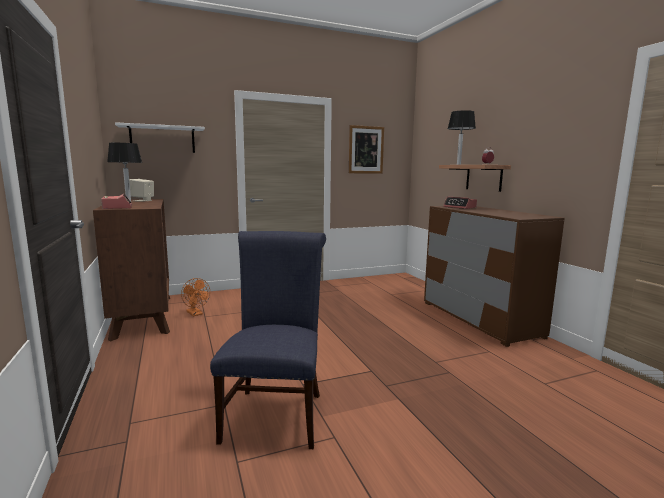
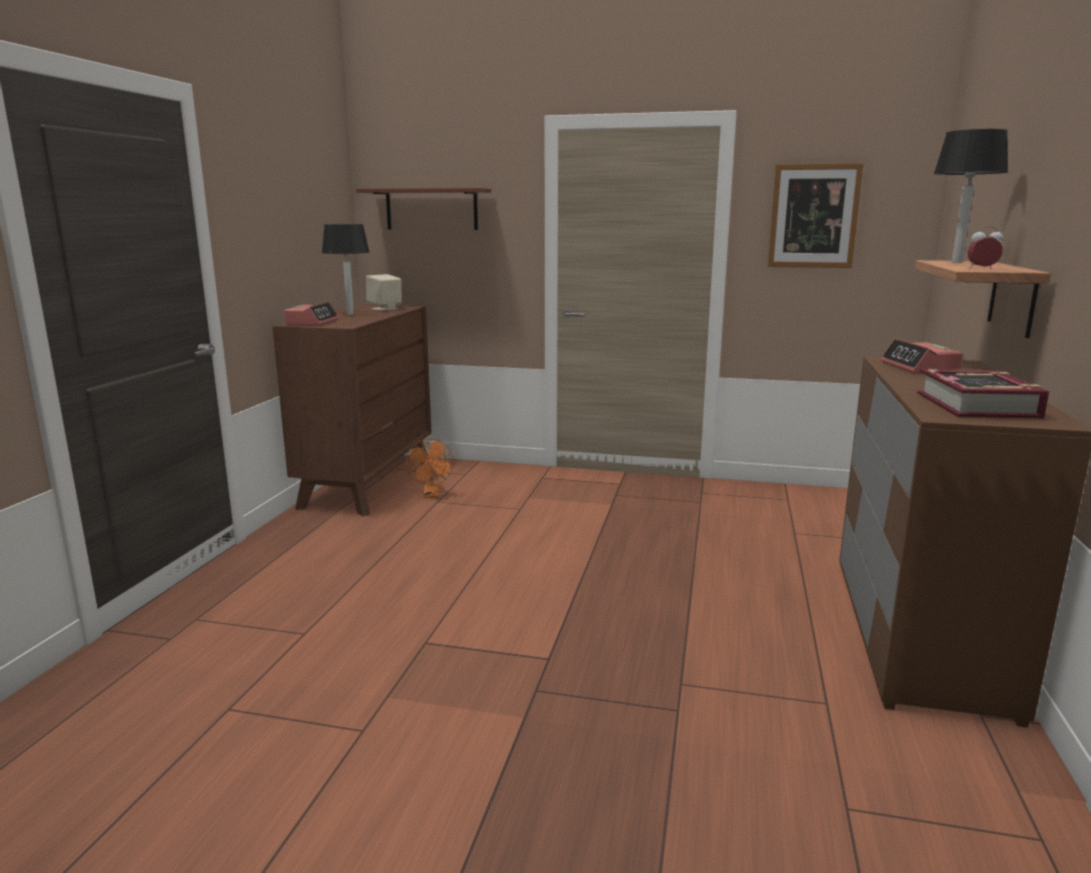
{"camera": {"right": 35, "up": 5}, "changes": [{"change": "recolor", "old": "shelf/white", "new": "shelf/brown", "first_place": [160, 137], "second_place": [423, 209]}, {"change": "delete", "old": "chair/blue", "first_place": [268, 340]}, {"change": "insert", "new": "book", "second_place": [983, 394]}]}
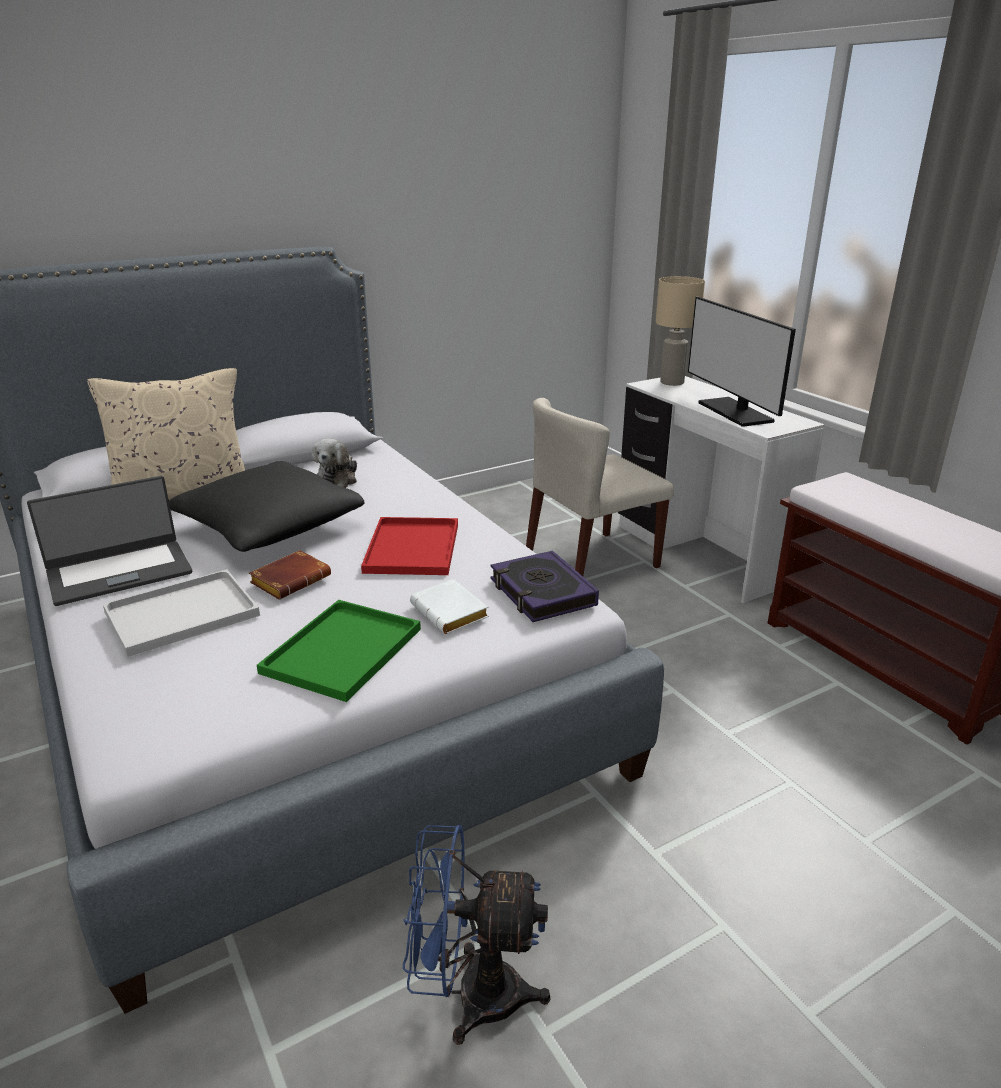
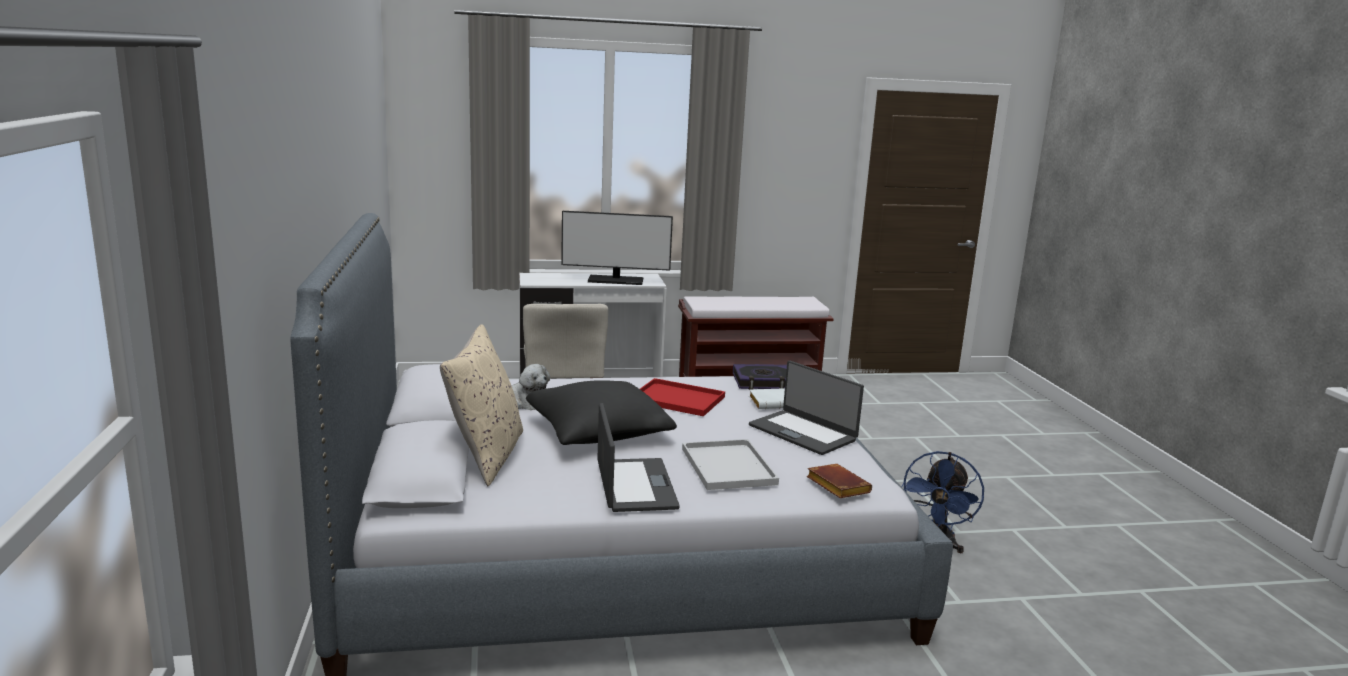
{"camera": {"right": -70, "up": -10}, "changes": [{"change": "move", "old": "book/brown", "first_place": [290, 575], "second_place": [839, 481]}, {"change": "replace", "old": "tray/green", "new": "laptop", "first_place": [339, 651], "second_place": [806, 408]}, {"change": "delete", "old": "table lamp/beige", "first_place": [680, 331]}]}
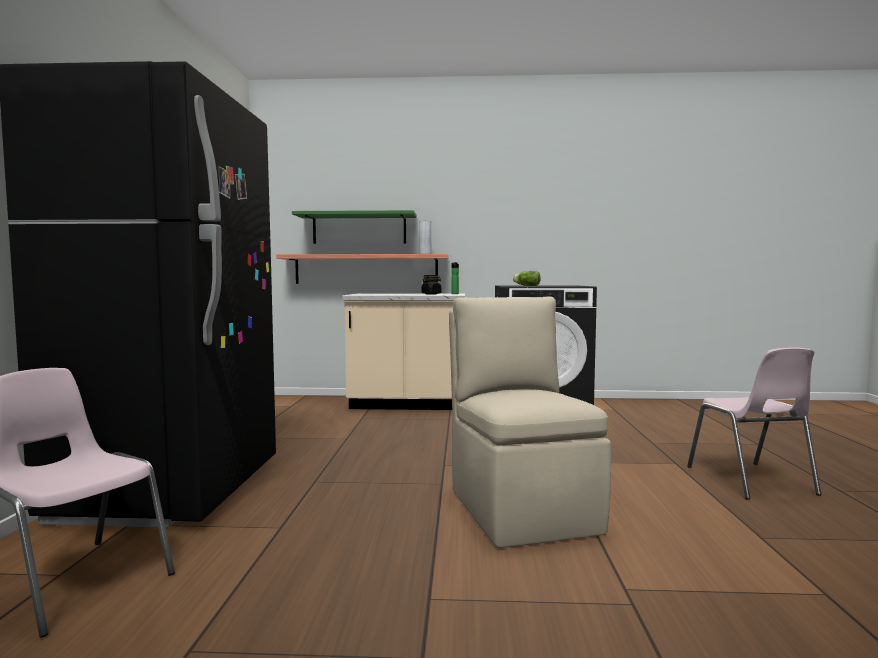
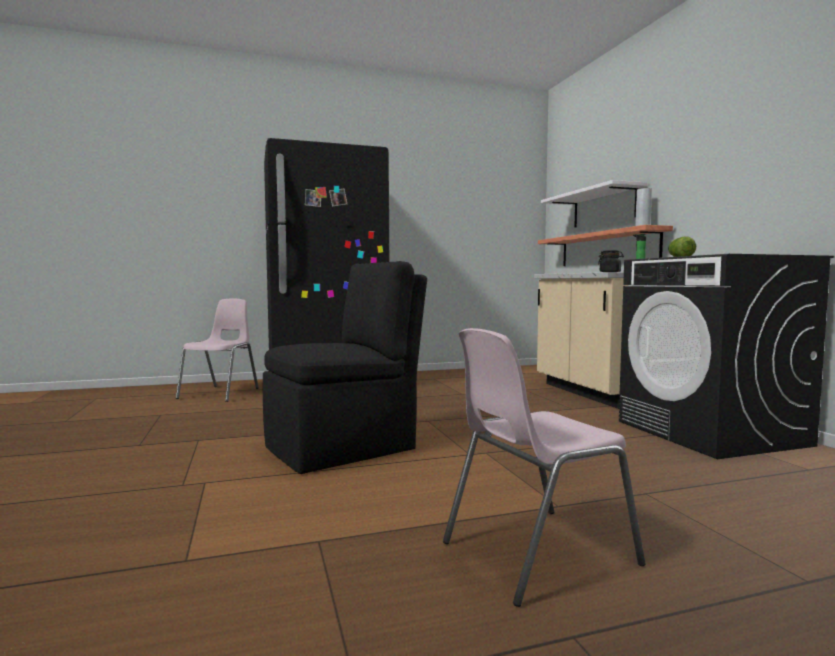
{"camera": {"right": 70, "up": 0}, "changes": [{"change": "recolor", "old": "shelf/green", "new": "shelf/white", "first_place": [354, 227], "second_place": [594, 204]}, {"change": "recolor", "old": "chair/beige", "new": "chair/black", "first_place": [530, 422], "second_place": [345, 367]}]}
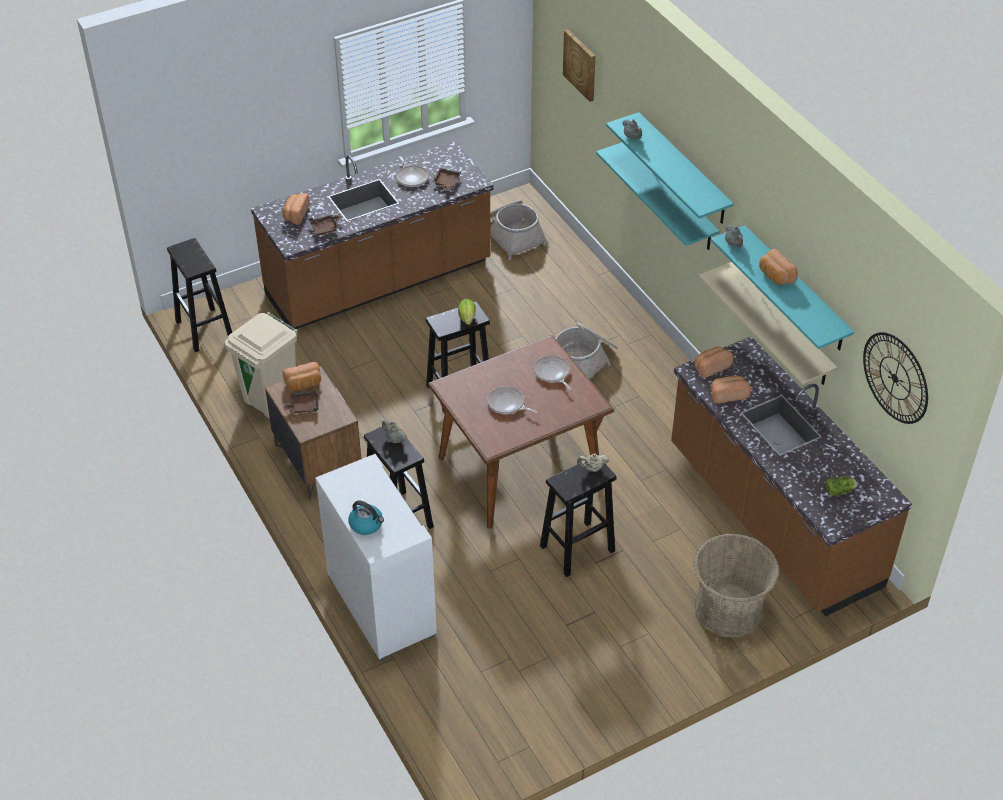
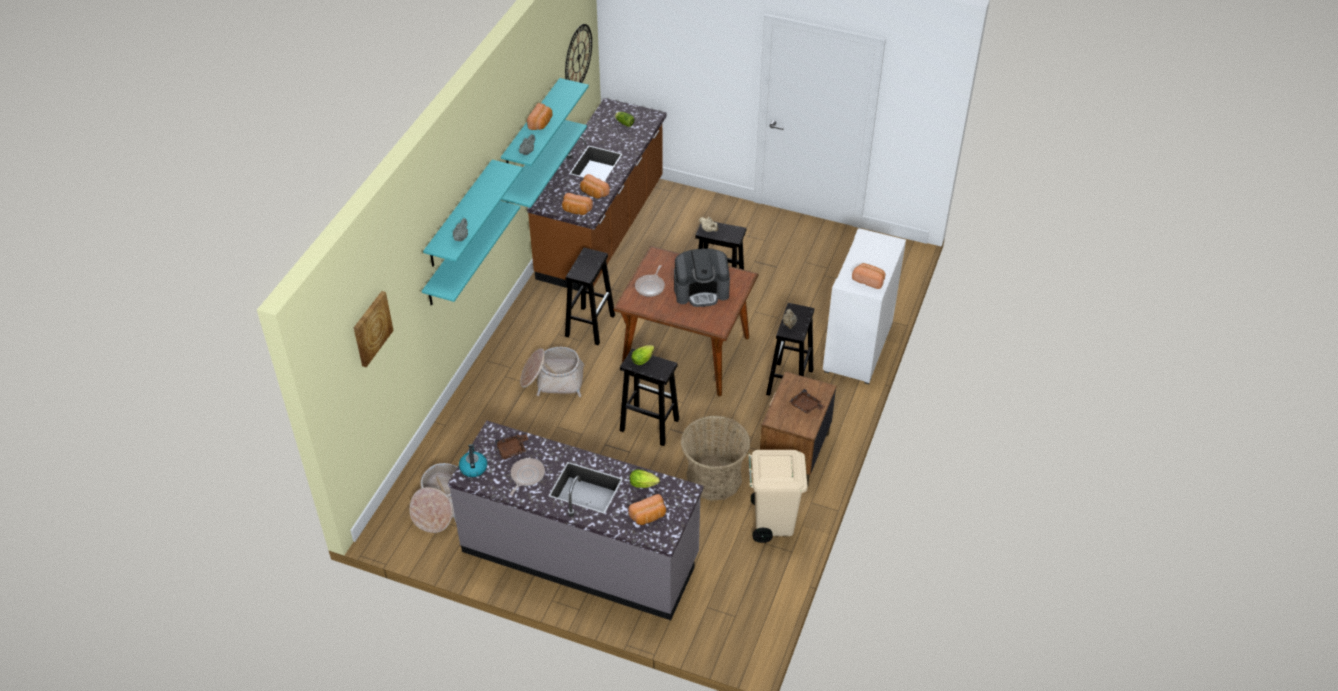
{"camera": {"right": -130, "up": 0}, "changes": [{"change": "move", "old": "stool/black", "first_place": [199, 295], "second_place": [590, 296]}, {"change": "recolor", "old": "counter/brown", "new": "counter/grey", "first_place": [372, 235], "second_place": [575, 520]}, {"change": "move", "old": "bread", "first_place": [302, 376], "second_place": [868, 276]}, {"change": "replace", "old": "tray/brown", "new": "lettuce", "first_place": [325, 225], "second_place": [645, 478]}, {"change": "move", "old": "kettle", "first_place": [366, 517], "second_place": [473, 460]}, {"change": "replace", "old": "frying pan", "new": "coffee machine", "first_place": [512, 400], "second_place": [702, 277]}, {"change": "move", "old": "basket", "first_place": [736, 586], "second_place": [715, 458]}, {"change": "recolor", "old": "shelf/beige", "new": "shelf/turquoise", "first_place": [768, 323], "second_place": [544, 164]}]}
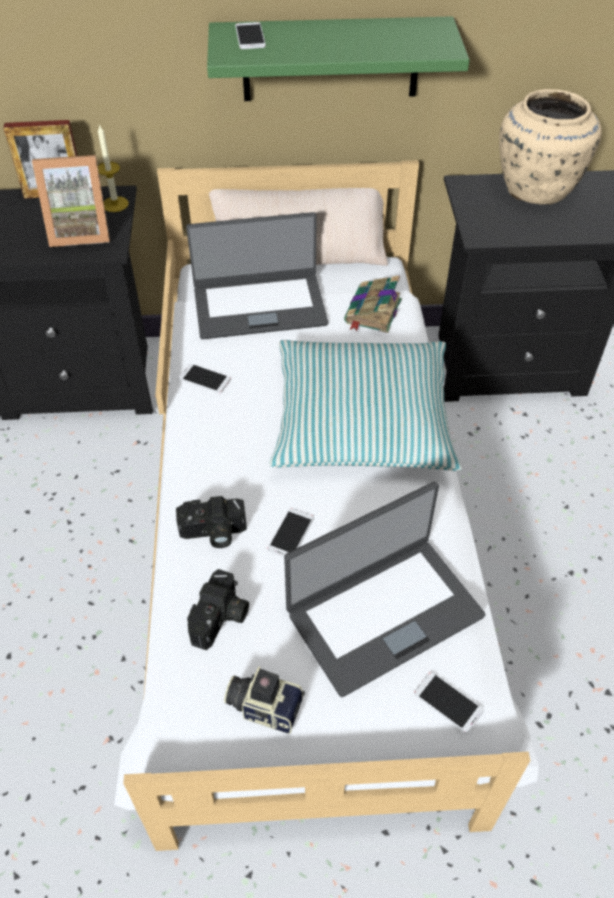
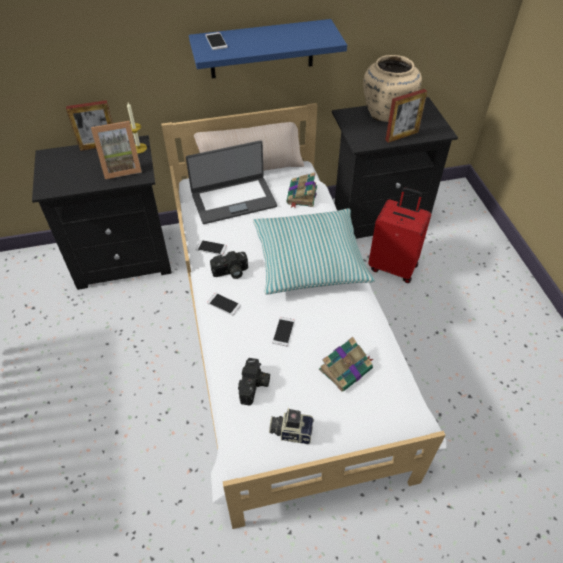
{"camera": {"right": -10, "up": 0}, "changes": [{"change": "move", "old": "photo camera", "first_place": [211, 522], "second_place": [229, 265]}, {"change": "recolor", "old": "shelf/green", "new": "shelf/blue", "first_place": [338, 58], "second_place": [268, 49]}, {"change": "replace", "old": "laptop", "new": "book", "first_place": [384, 589], "second_place": [346, 364]}, {"change": "move", "old": "phone", "first_place": [448, 702], "second_place": [224, 304]}, {"change": "insert", "new": "suitcase/red", "second_place": [399, 235]}, {"change": "insert", "new": "picture frame", "second_place": [406, 116]}]}
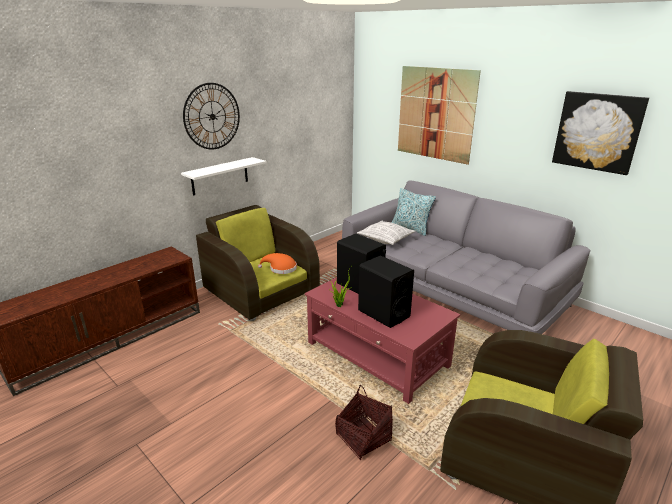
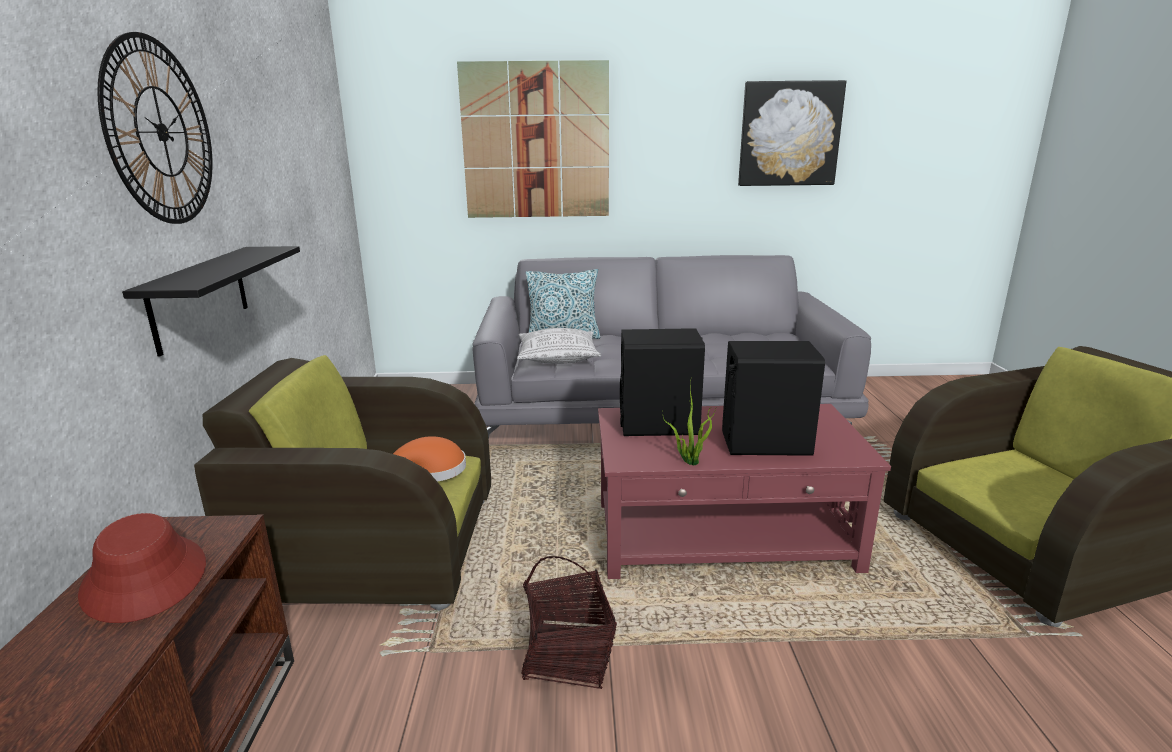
{"camera": {"right": -45, "up": -5}, "changes": [{"change": "recolor", "old": "shelf/white", "new": "shelf/black", "first_place": [223, 176], "second_place": [211, 301]}, {"change": "move", "old": "basket", "first_place": [364, 422], "second_place": [569, 622]}, {"change": "insert", "new": "hat/red", "second_place": [142, 568]}]}
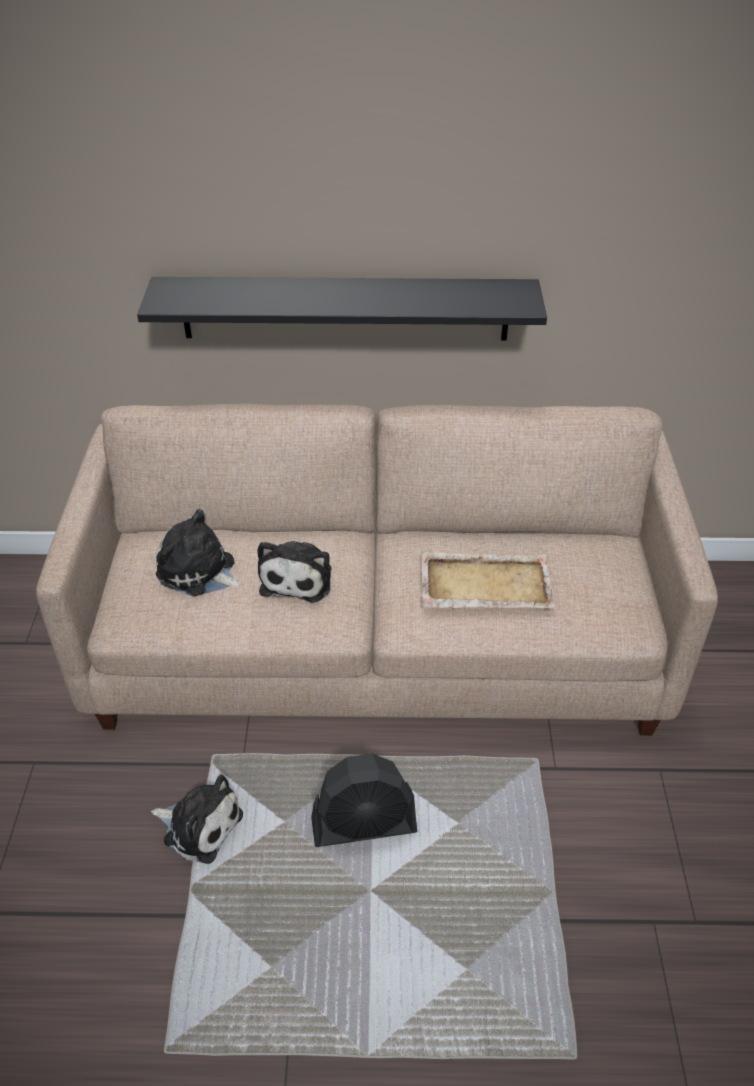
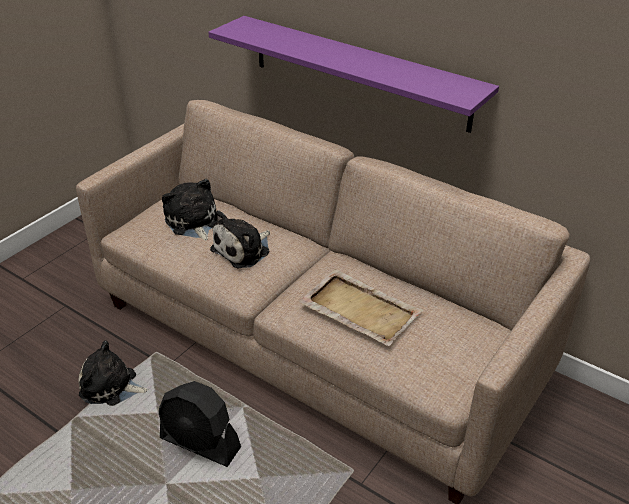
{"camera": {"right": 35, "up": -5}, "changes": [{"change": "recolor", "old": "shelf/black", "new": "shelf/purple", "first_place": [342, 309], "second_place": [353, 74]}, {"change": "rotate", "old": "plush toy", "first_place": [197, 819], "second_place": [113, 373], "degrees": 135}]}
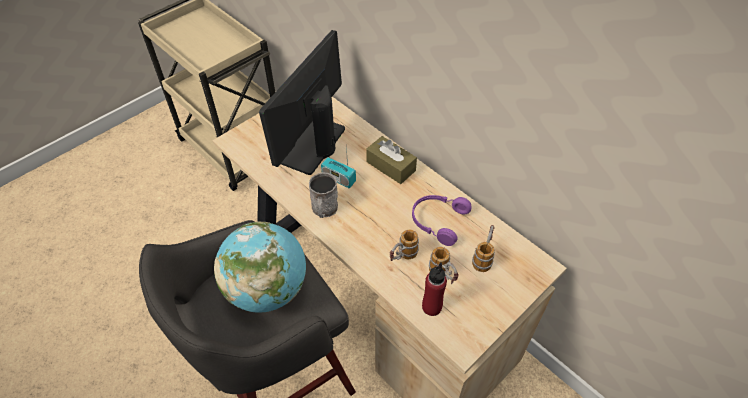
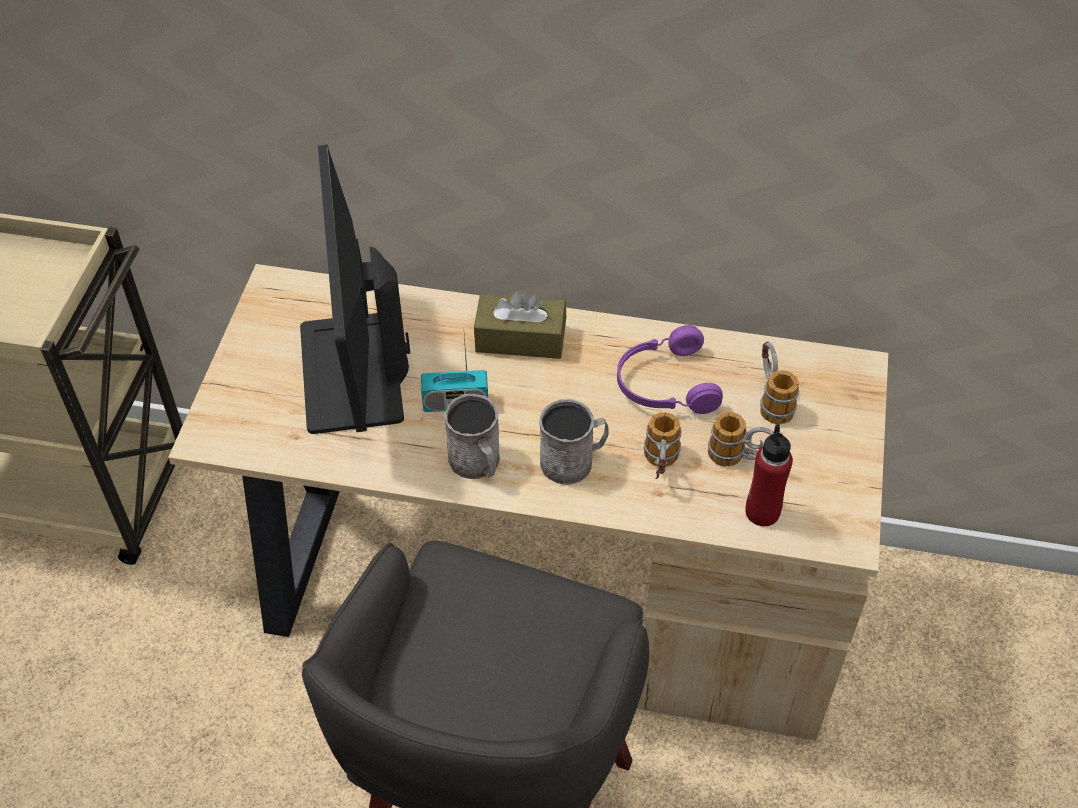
{"camera": {"right": -35, "up": 0}, "changes": [{"change": "delete", "old": "globe", "first_place": [260, 267]}, {"change": "insert", "new": "mug/grey", "second_place": [574, 442]}]}
